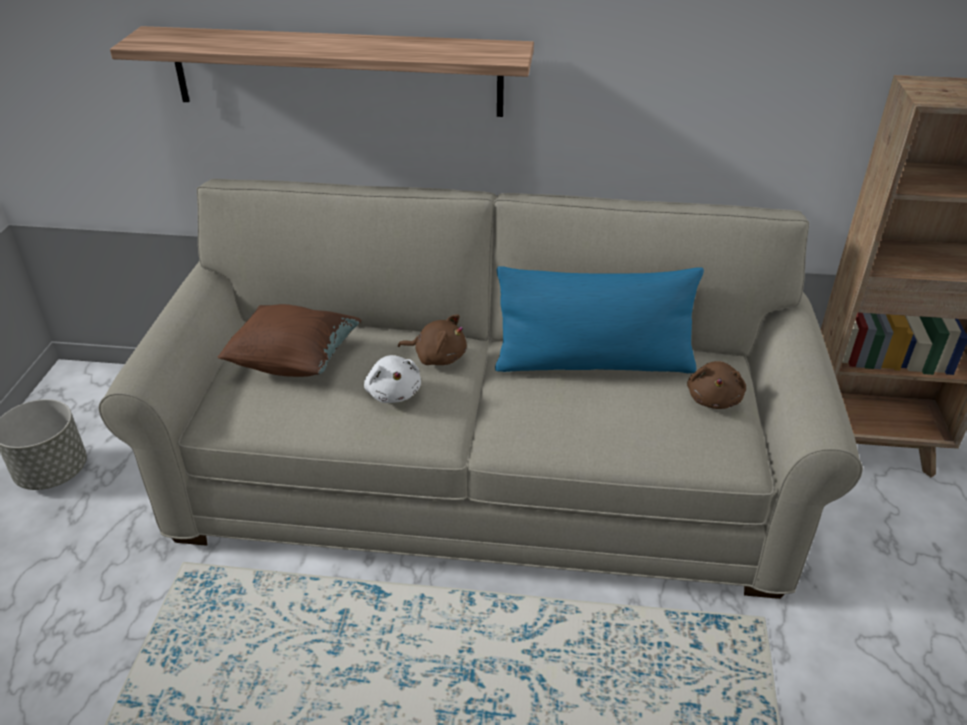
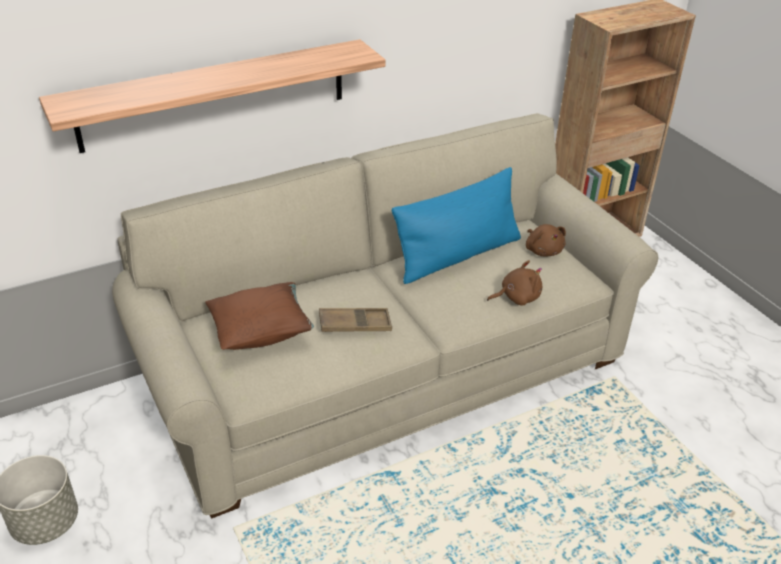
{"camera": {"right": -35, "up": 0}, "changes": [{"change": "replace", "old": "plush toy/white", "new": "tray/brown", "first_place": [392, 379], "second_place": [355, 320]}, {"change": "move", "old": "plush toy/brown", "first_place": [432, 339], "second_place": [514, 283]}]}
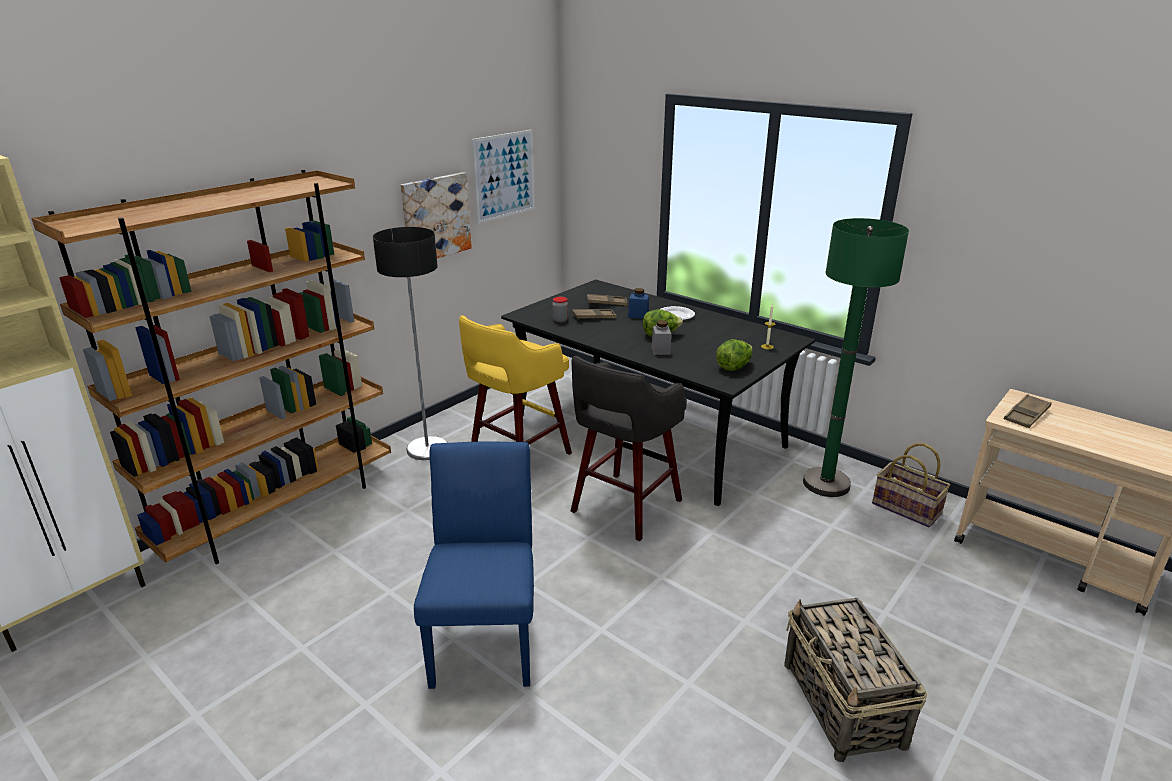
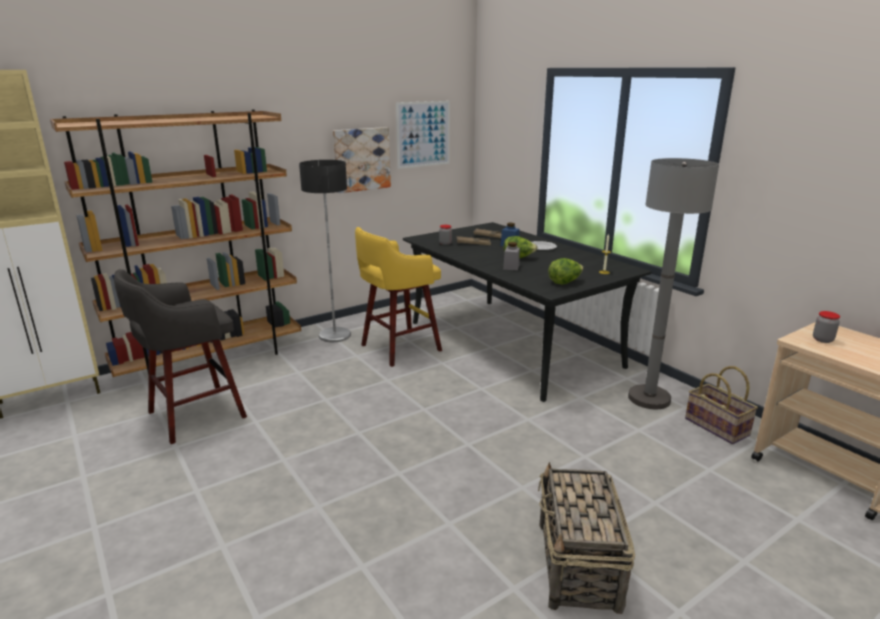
{"camera": {"right": 15, "up": -5}, "changes": [{"change": "delete", "old": "chair/blue", "first_place": [474, 565]}, {"change": "move", "old": "stool/grey", "first_place": [628, 448], "second_place": [180, 356]}, {"change": "recolor", "old": "floor lamp/green", "new": "floor lamp/grey", "first_place": [856, 357], "second_place": [673, 283]}, {"change": "replace", "old": "tray/brown", "new": "jar", "first_place": [1028, 411], "second_place": [826, 327]}]}
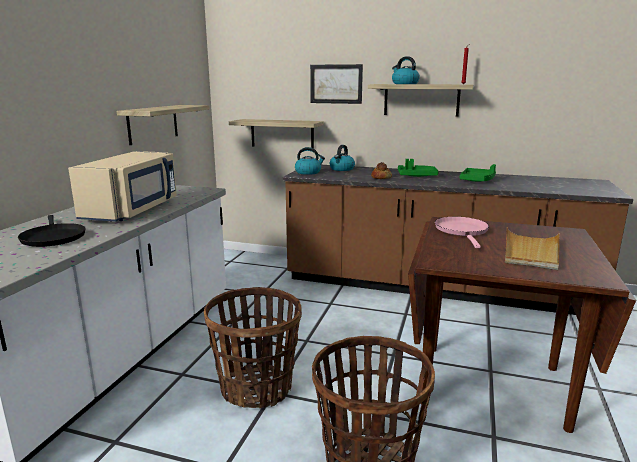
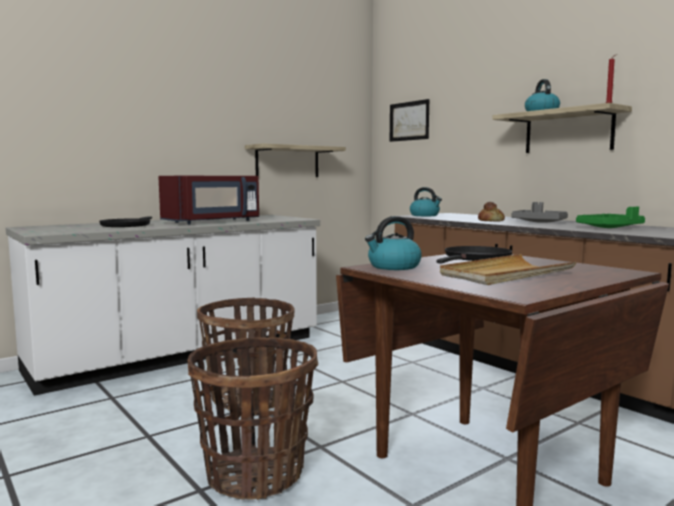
{"camera": {"right": 35, "up": -10}, "changes": [{"change": "recolor", "old": "microwave/beige", "new": "microwave/red", "first_place": [122, 186], "second_place": [208, 200]}, {"change": "delete", "old": "shelf", "first_place": [276, 134]}, {"change": "move", "old": "picture", "first_place": [336, 84], "second_place": [409, 120]}, {"change": "move", "old": "kettle", "first_place": [342, 158], "second_place": [393, 243]}, {"change": "recolor", "old": "tray/green", "new": "tray/grey", "first_place": [418, 168], "second_place": [540, 212]}, {"change": "recolor", "old": "frying pan/pink", "new": "frying pan/black", "first_place": [462, 232], "second_place": [474, 255]}]}
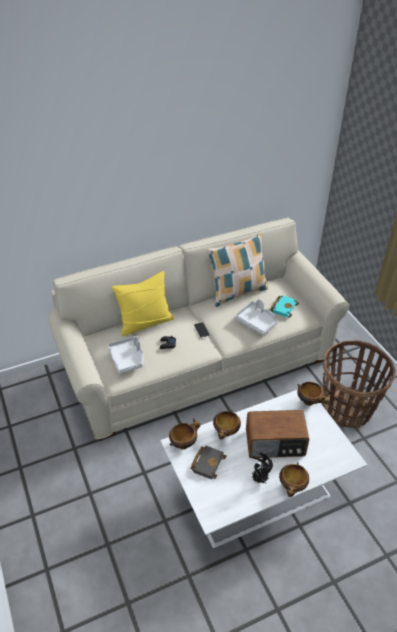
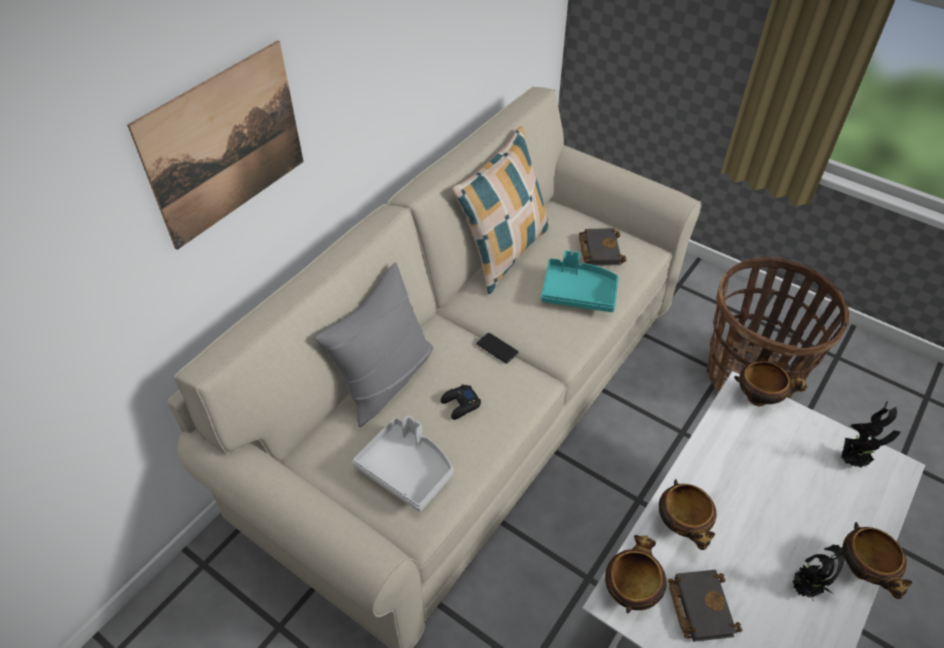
{"camera": {"right": -30, "up": 5}, "changes": [{"change": "recolor", "old": "pillow/yellow", "new": "pillow/grey", "first_place": [142, 303], "second_place": [374, 344]}, {"change": "recolor", "old": "tray/grey", "new": "tray/turquoise", "first_place": [256, 317], "second_place": [579, 281]}, {"change": "delete", "old": "radio", "first_place": [277, 434]}, {"change": "recolor", "old": "book/turquoise", "new": "book/black", "first_place": [284, 306], "second_place": [602, 247]}, {"change": "insert", "new": "picture", "second_place": [215, 145]}, {"change": "insert", "new": "potted plant", "second_place": [871, 434]}]}
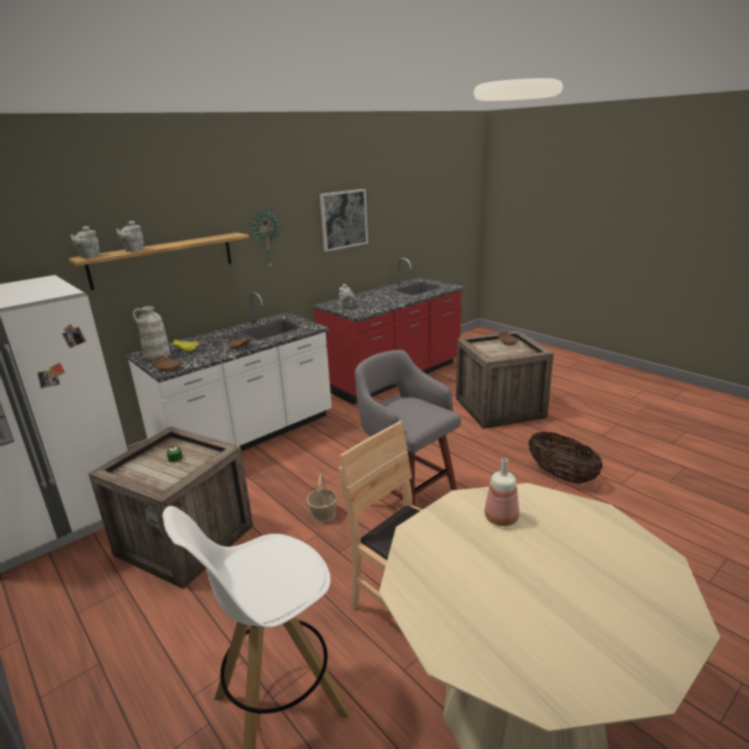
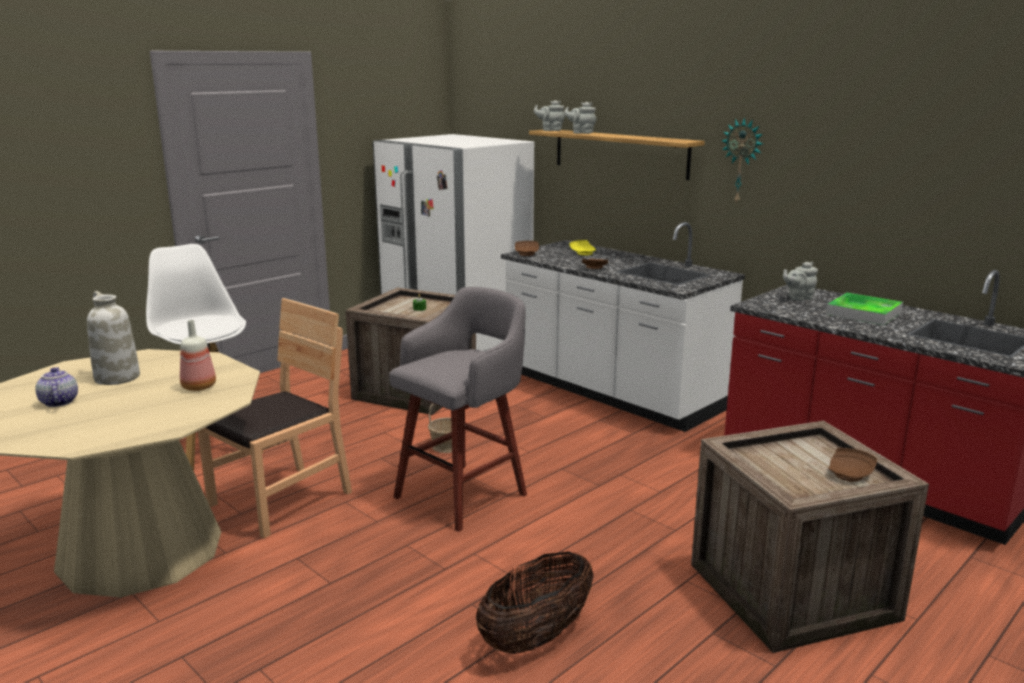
{"camera": {"right": 85, "up": -5}, "changes": [{"change": "move", "old": "vase/white", "first_place": [152, 333], "second_place": [113, 338]}, {"change": "delete", "old": "picture", "first_place": [344, 220]}, {"change": "insert", "new": "teapot", "second_place": [56, 387]}, {"change": "insert", "new": "tray", "second_place": [864, 309]}]}
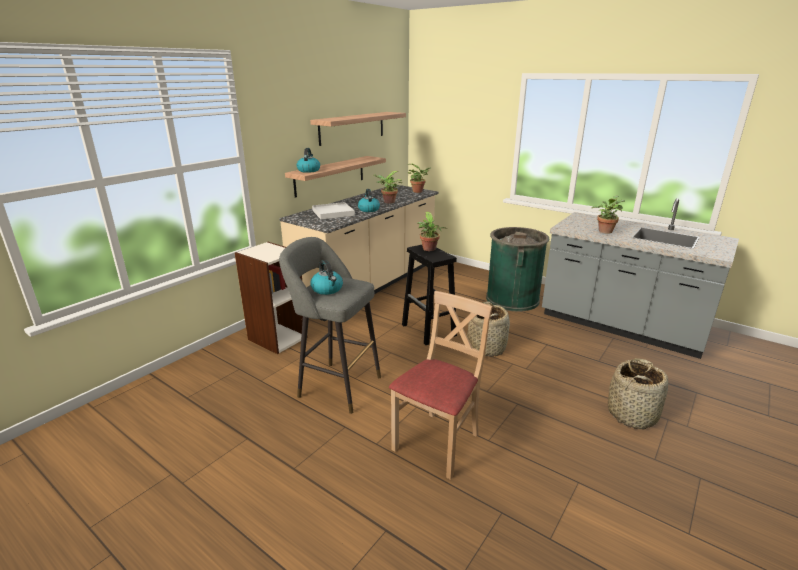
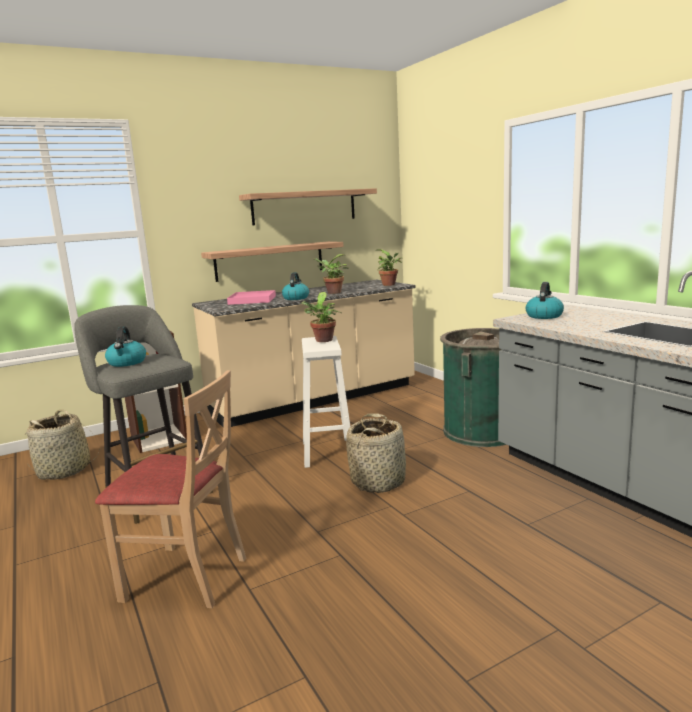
{"camera": {"right": 25, "up": -10}, "changes": [{"change": "move", "old": "kettle", "first_place": [308, 160], "second_place": [545, 300]}, {"change": "recolor", "old": "tray/white", "new": "tray/pink", "first_place": [333, 210], "second_place": [251, 297]}, {"change": "rotate", "old": "chair/beige", "first_place": [441, 385], "second_place": [170, 489], "degrees": 45}, {"change": "recolor", "old": "stool/black", "new": "stool/white", "first_place": [429, 295], "second_place": [326, 402]}, {"change": "delete", "old": "potted plant", "first_place": [608, 214]}, {"change": "move", "old": "basket", "first_place": [638, 393], "second_place": [62, 444]}]}
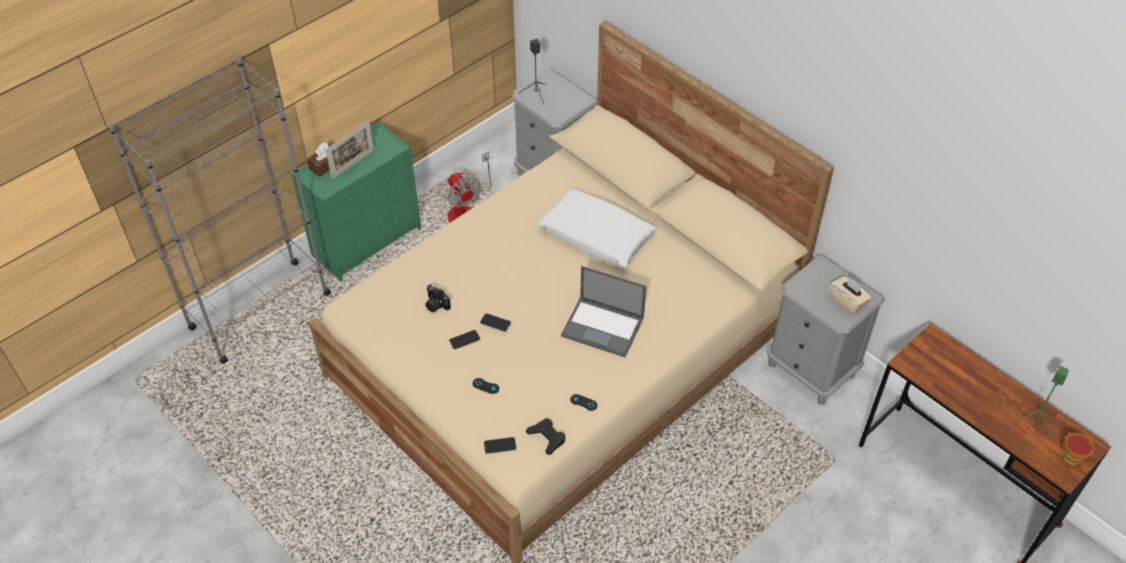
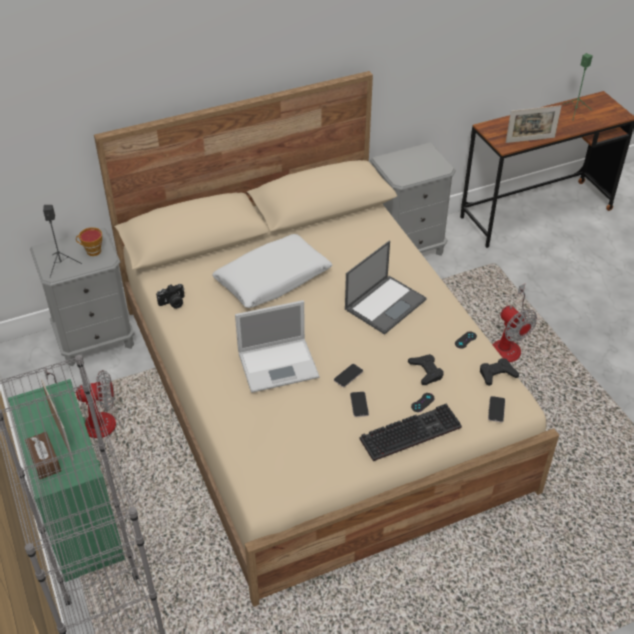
{"camera": {"right": -70, "up": -5}, "changes": [{"change": "move", "old": "photo camera", "first_place": [438, 299], "second_place": [170, 296]}, {"change": "delete", "old": "tissue box/beige", "first_place": [851, 295]}, {"change": "move", "old": "cup", "first_place": [1078, 449], "second_place": [89, 241]}, {"change": "insert", "new": "laptop", "second_place": [277, 346]}, {"change": "insert", "new": "keyboard", "second_place": [411, 432]}, {"change": "insert", "new": "game controller/black", "second_place": [426, 369]}, {"change": "insert", "new": "fan", "second_place": [514, 323]}, {"change": "insert", "new": "picture frame", "second_place": [533, 124]}]}
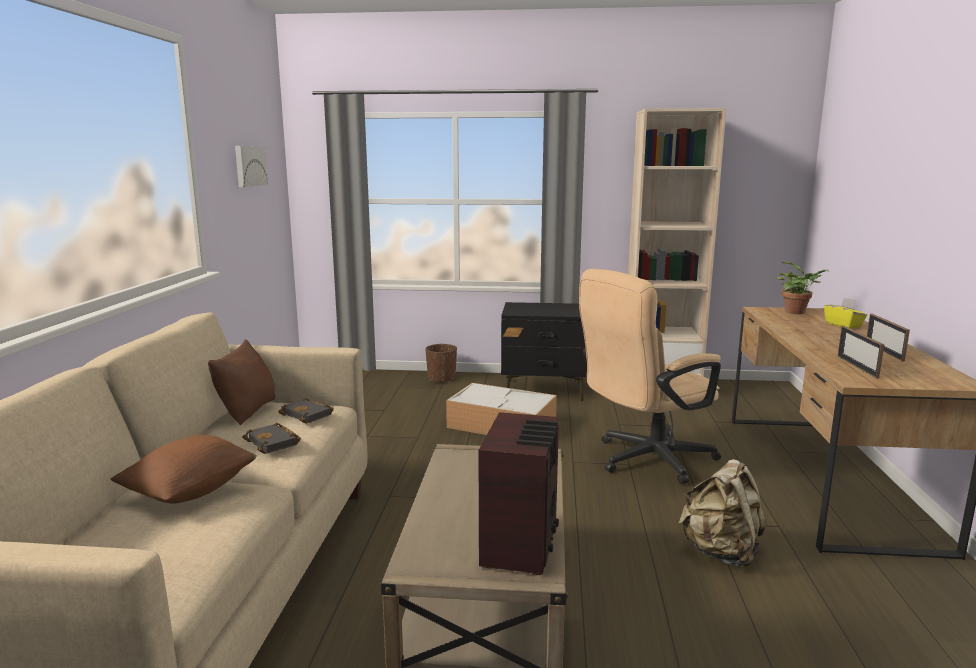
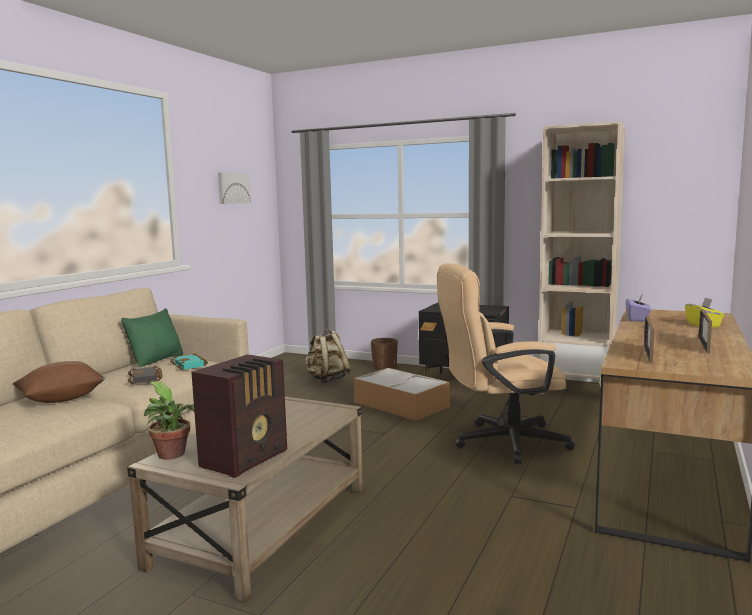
{"camera": {"right": 20, "up": -5}, "changes": [{"change": "recolor", "old": "pillow/brown", "new": "pillow/green", "first_place": [241, 382], "second_place": [152, 337]}, {"change": "recolor", "old": "book/black", "new": "book/turquoise", "first_place": [306, 411], "second_place": [189, 361]}, {"change": "move", "old": "backpack/beige", "first_place": [722, 514], "second_place": [328, 356]}, {"change": "move", "old": "potted plant", "first_place": [803, 288], "second_place": [169, 420]}, {"change": "insert", "new": "tissue box/purple", "second_place": [638, 308]}]}
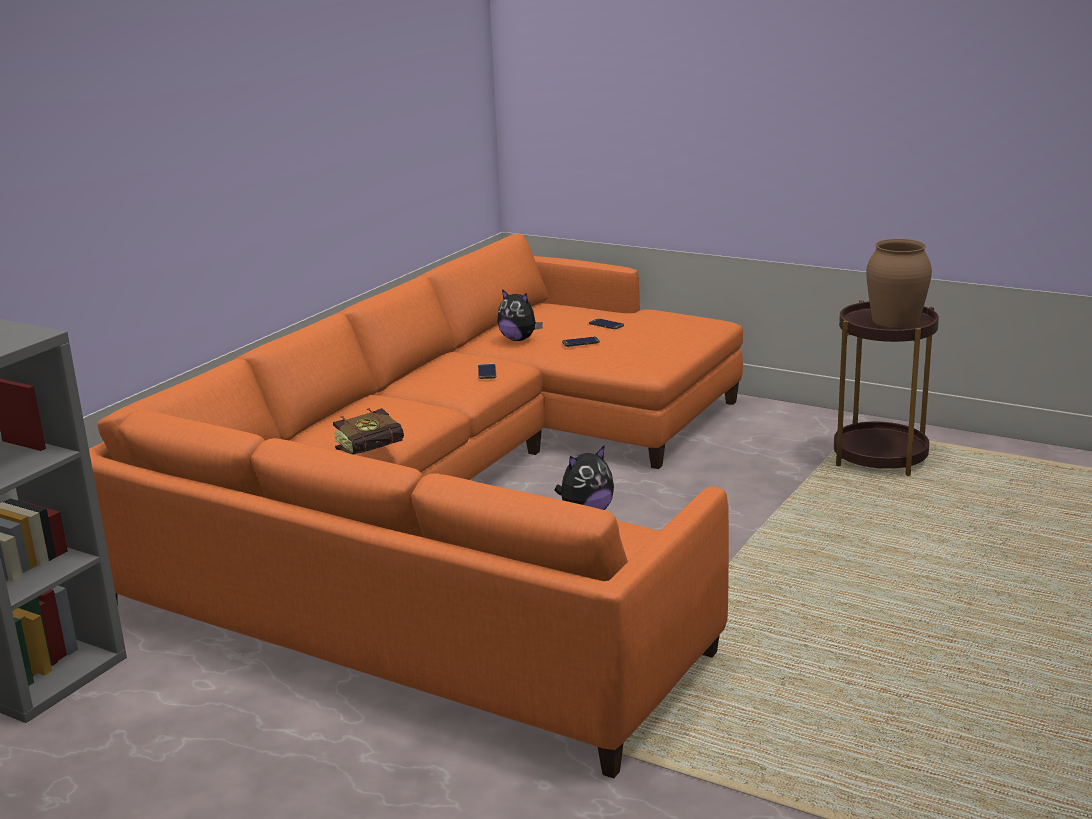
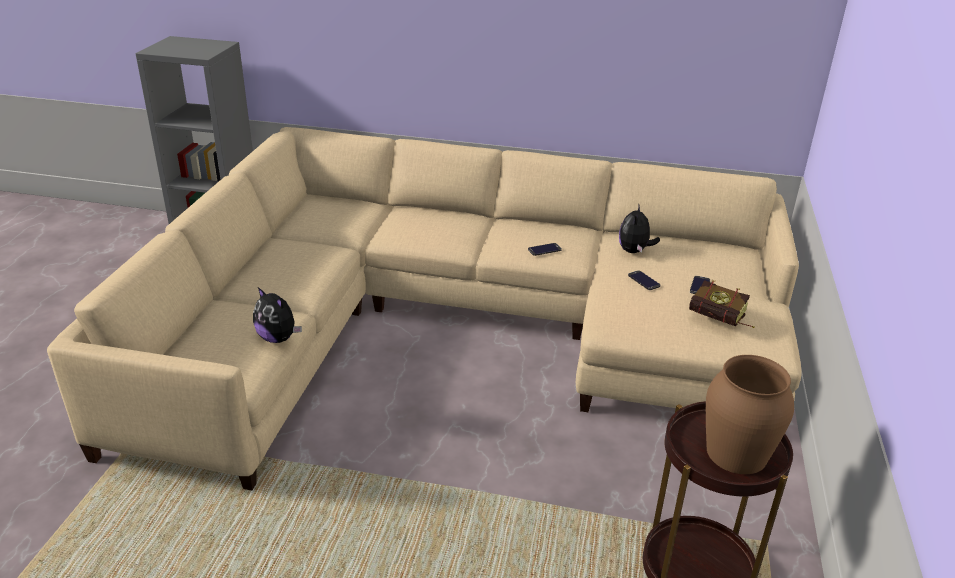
{"camera": {"right": 70, "up": 10}, "changes": [{"change": "recolor", "old": "sofa/orange", "new": "sofa/beige", "first_place": [416, 506], "second_place": [424, 308]}, {"change": "move", "old": "book", "first_place": [368, 431], "second_place": [722, 304]}]}
